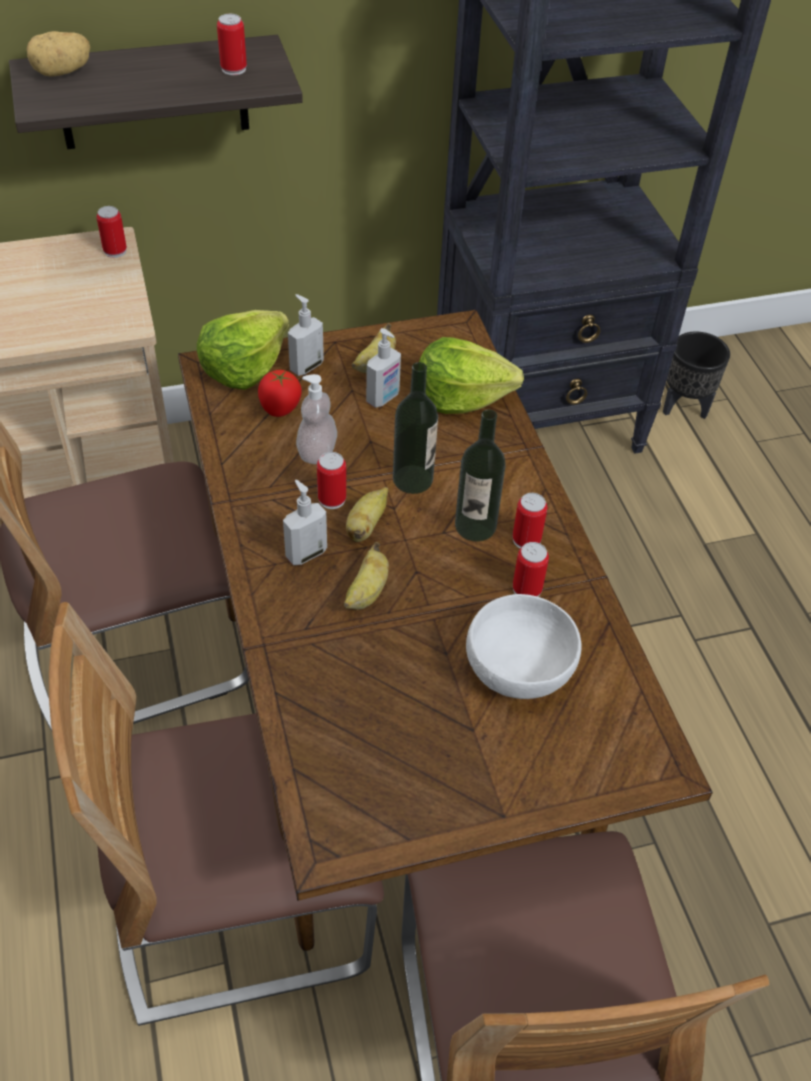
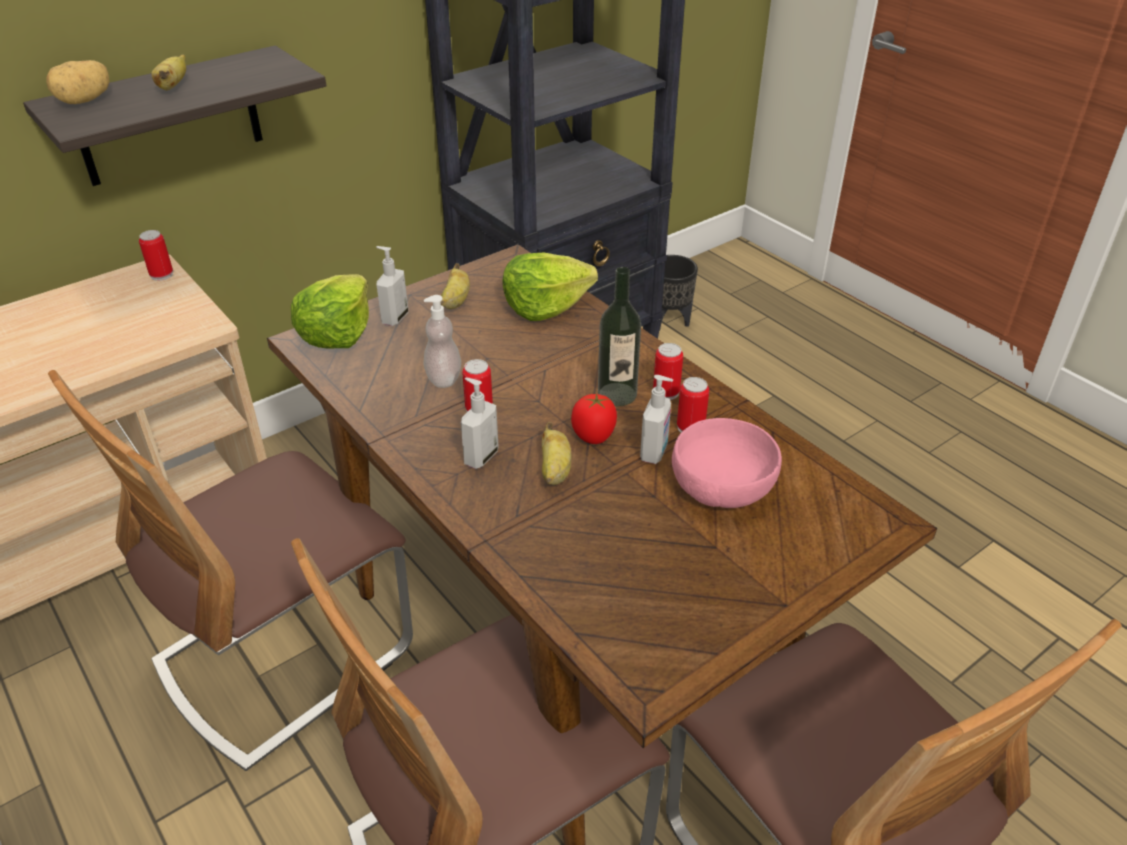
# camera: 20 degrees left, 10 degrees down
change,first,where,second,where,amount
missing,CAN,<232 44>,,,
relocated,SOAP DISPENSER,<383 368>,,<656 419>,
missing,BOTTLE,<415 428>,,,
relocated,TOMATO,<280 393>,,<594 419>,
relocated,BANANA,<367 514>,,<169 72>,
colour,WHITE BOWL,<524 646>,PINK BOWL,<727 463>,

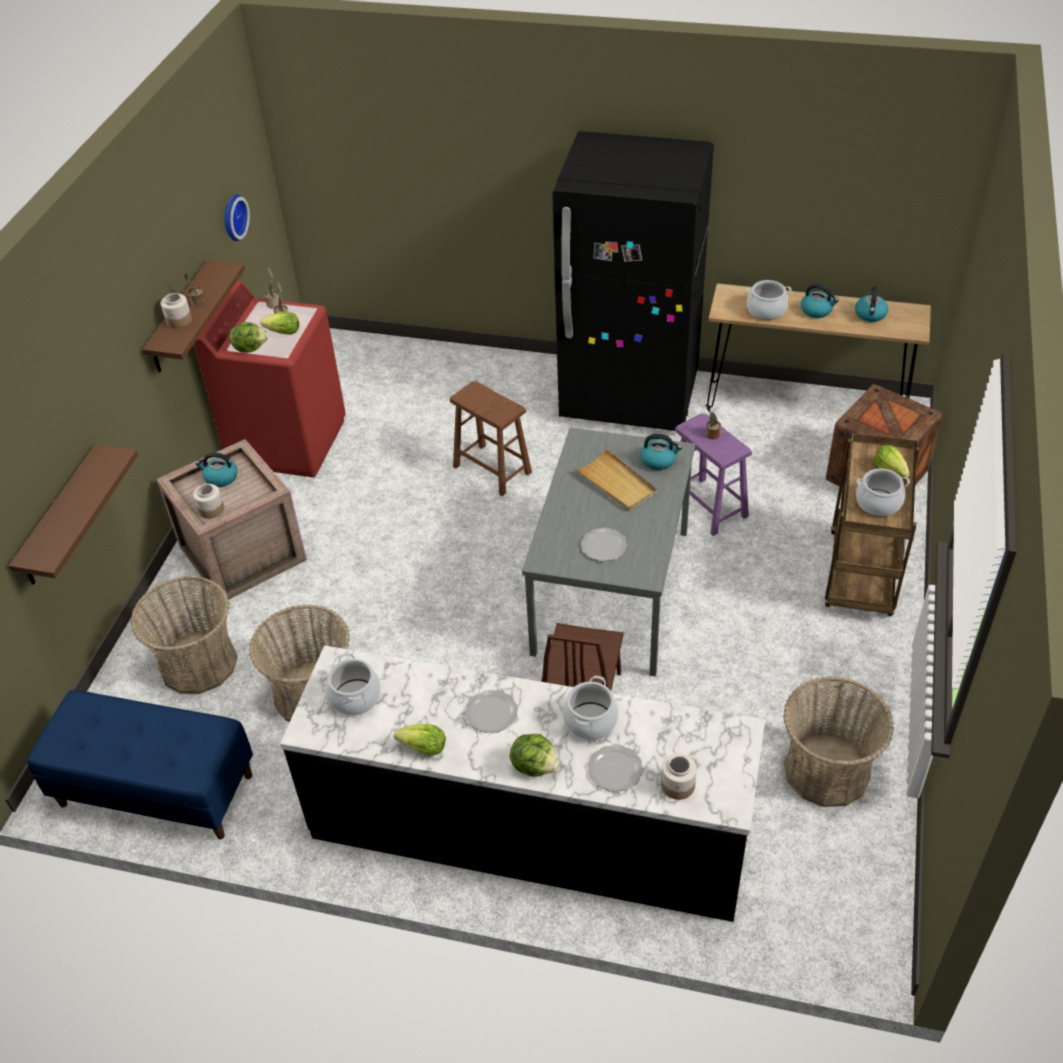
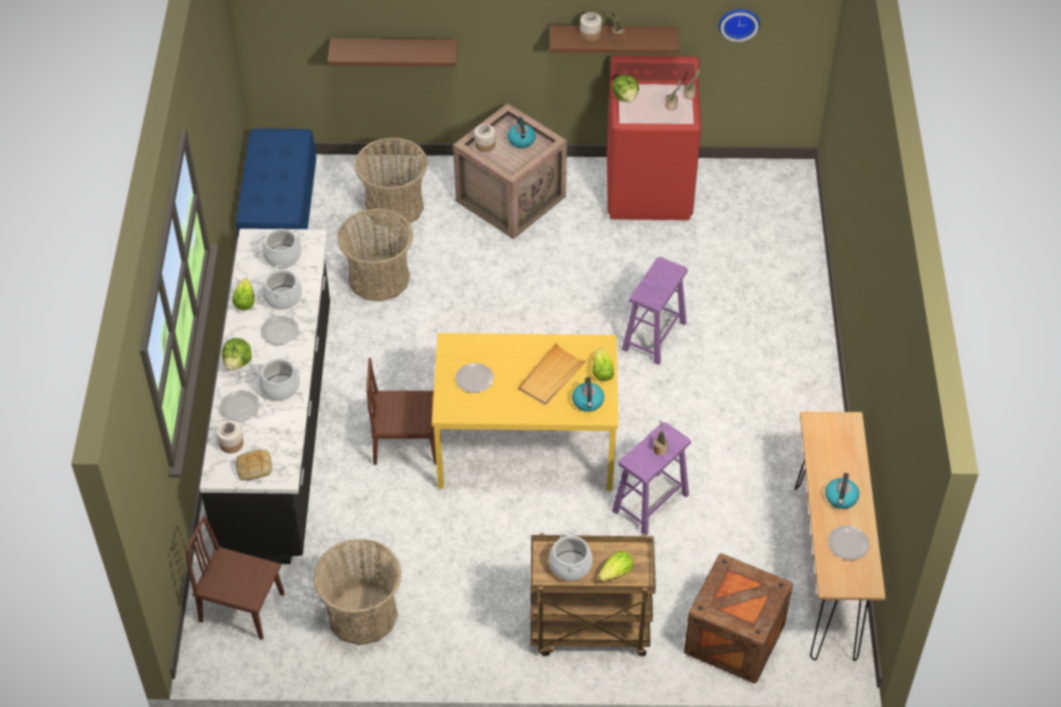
# camera: 75 degrees right, 5 degrees up
change,first,where,second,where,amount
missing,BLACK FRIDGE,<633 281>,,,
relocated,COOKING POT,<769 300>,,<282 287>,
exchanged,KETTLE,<871 304>,PLATE,<849 543>,
relocated,LETTUCE,<279 323>,,<603 364>,
colour,BROWN STOOL,<491 438>,PURPLE STOOL,<655 311>,
colour,GREY DINING TABLE,<608 552>,YELLOW DINING TABLE,<525 412>,
appeared,,,BREAD,<254 464>,
appeared,,,BROWN CHAIR,<234 577>,

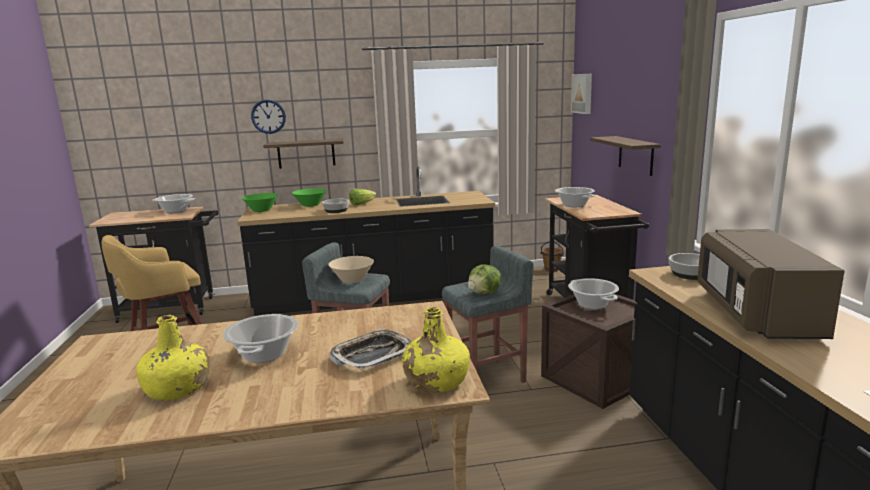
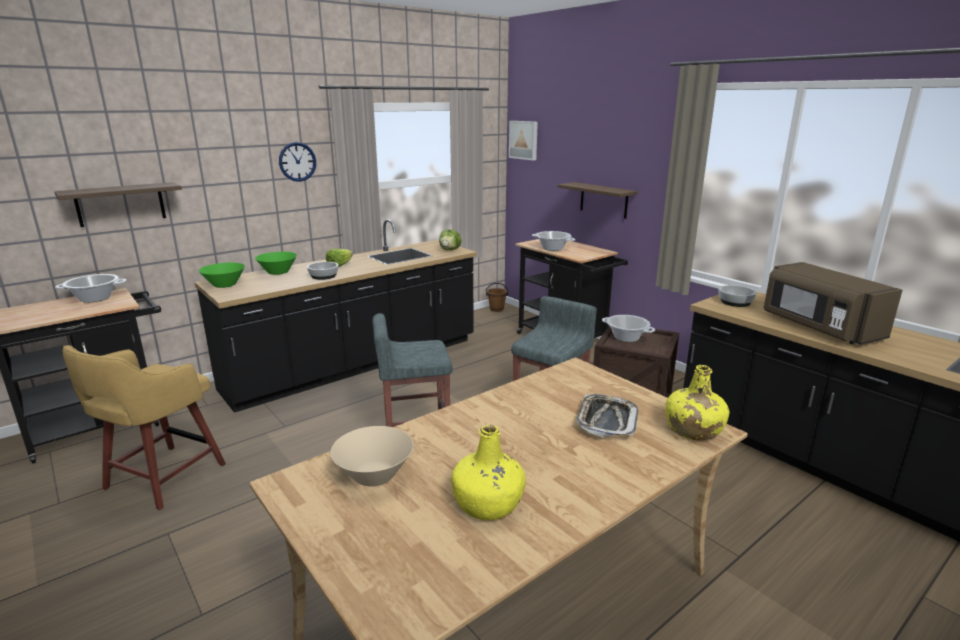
# camera: 30 degrees left, 5 degrees up
change,first,where,second,where,amount
relocated,WALL CLOCK,<268 117>,,<297 162>,
relocated,SHELF,<303 154>,,<118 204>,
relocated,BEIGE BOWL,<351 269>,,<371 456>,
relocated,LETTUCE,<485 279>,,<450 239>,
missing,COOKING POT,<260 338>,,,

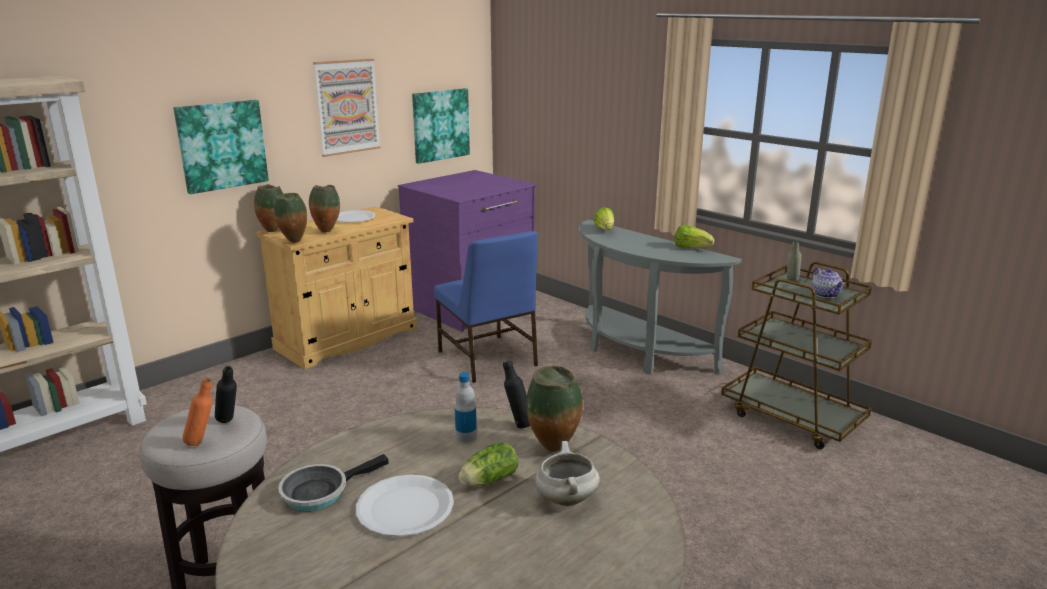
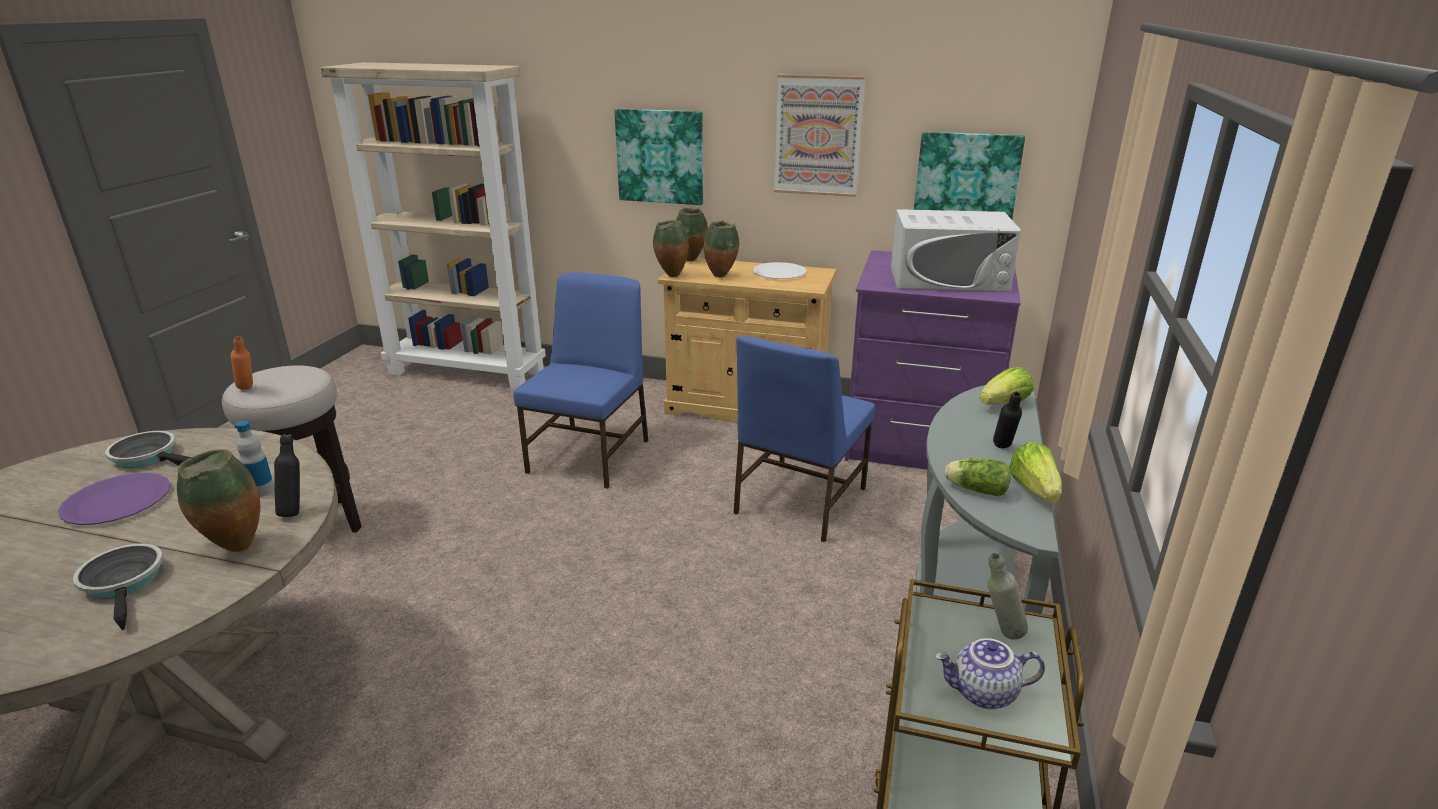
# camera: 60 degrees right, 5 degrees up
change,first,where,second,where,amount
spun,TEAPOT,<828 282>,,<990 673>,45 degrees clockwise
relocated,BLACK BOTTLE,<226 394>,,<1007 420>,
exchanged,WHITE COOKING POT,<567 473>,FRYING PAN,<118 586>,
relocated,LETTUCE,<488 464>,,<977 477>,
colour,WHITE PLATE,<405 506>,PURPLE PLATE,<114 499>,
appeared,,,WHITE MICROWAVE,<956 250>,
appeared,,,BLUE CHAIR,<580 380>,

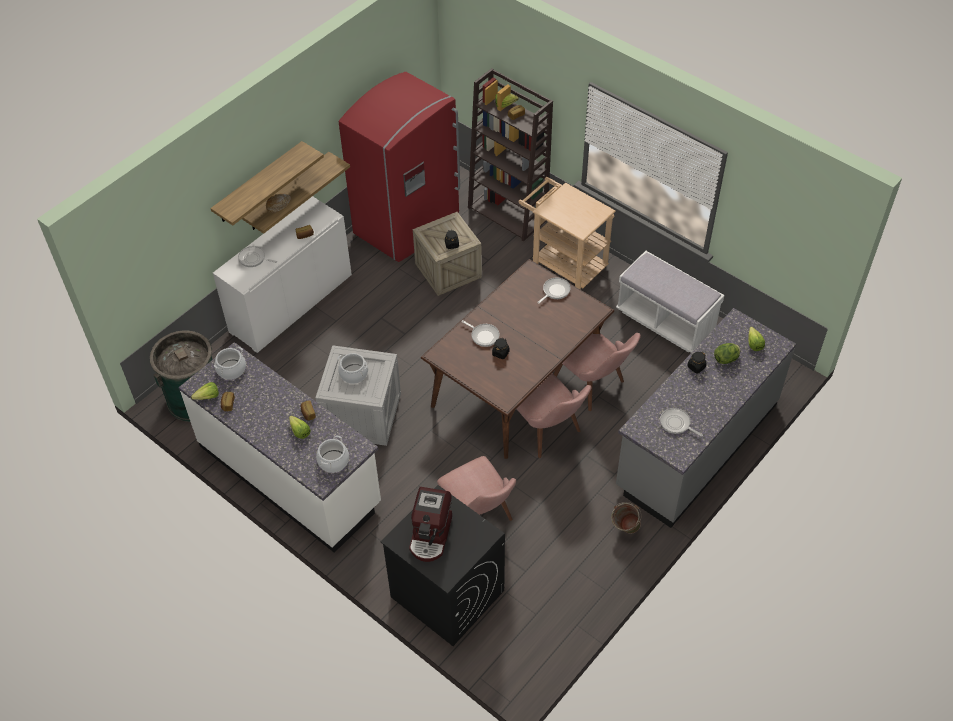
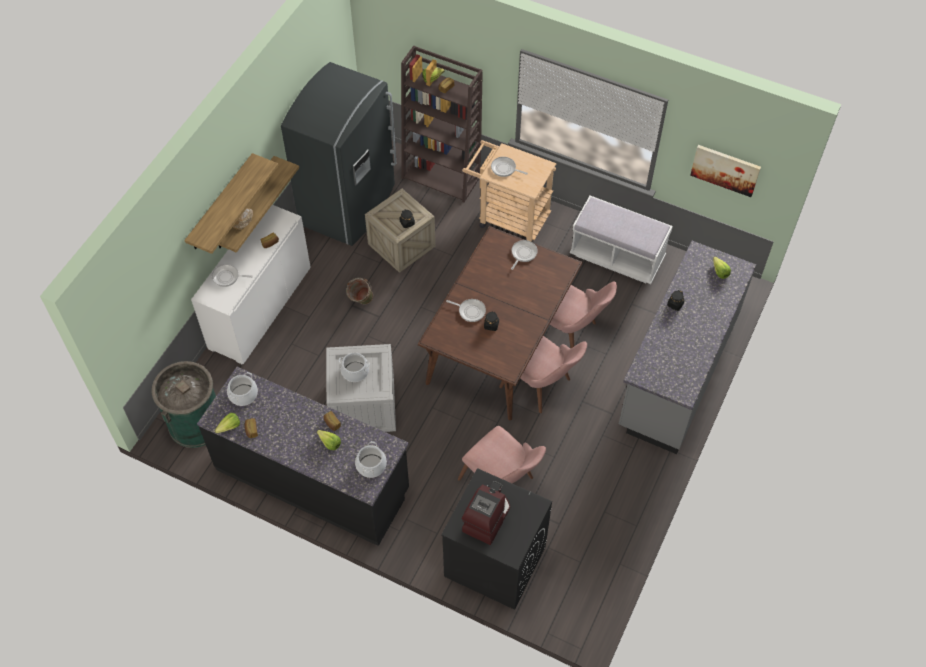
# camera: 15 degrees left, 5 degrees up
change,first,where,second,where,amount
colour,RED FRIDGE,<399 167>,GREY FRIDGE,<338 154>,
colour,WHITE COUNTER,<280 447>,BLACK COUNTER,<303 456>,
missing,LETTUCE,<727 353>,,,
relocated,FRYING PAN,<681 422>,,<509 167>,
spun,COFFEE MACHINE,<430 524>,,<486 513>,150 degrees counterclockwise
relocated,GREEN BUCKET,<626 518>,,<359 291>,
appeared,,,PICTURE,<725 171>,

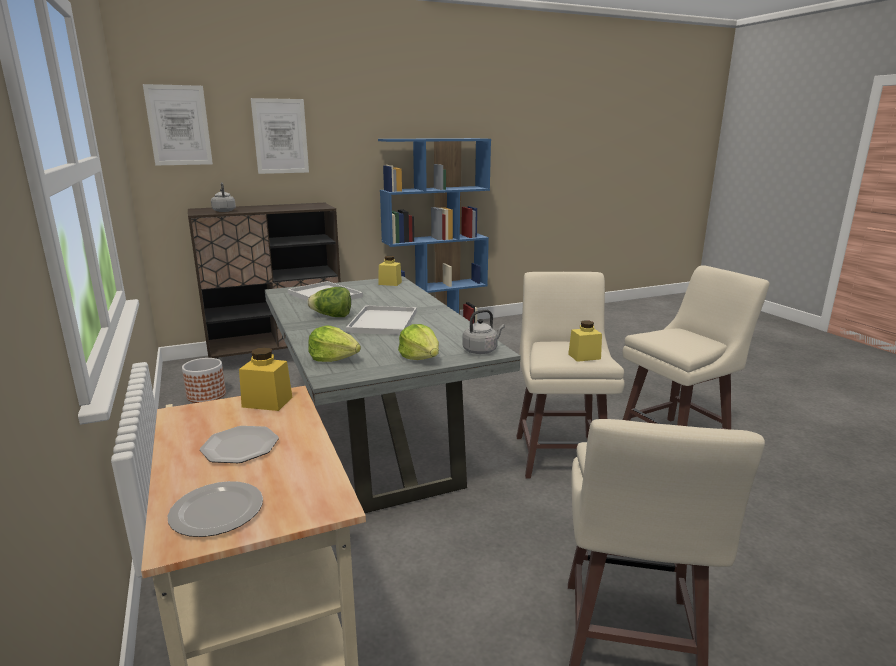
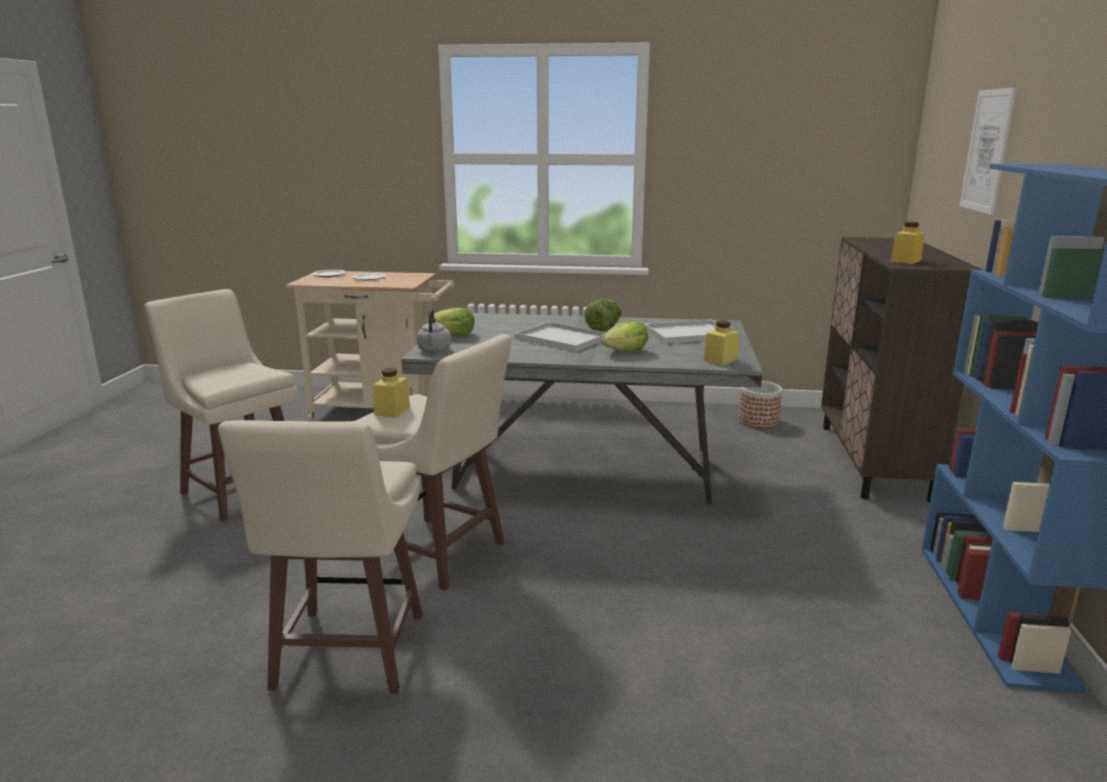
# camera: 120 degrees right, 0 degrees up
change,first,where,second,where,amount
missing,PICTURE,<178 125>,,,
missing,GREY KETTLE,<223 197>,,,
relocated,LETTUCE,<334 343>,,<625 336>,
relocated,YELLOW JAR,<265 379>,,<908 243>,

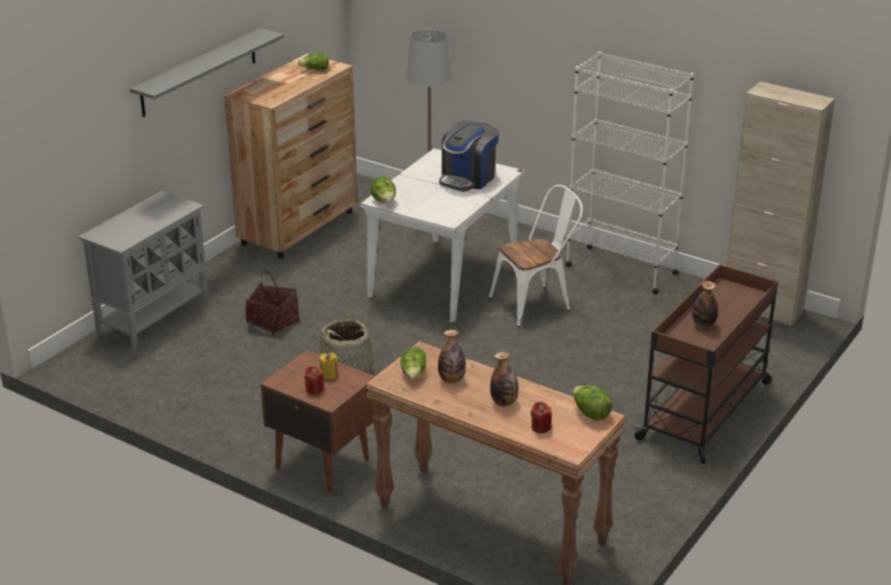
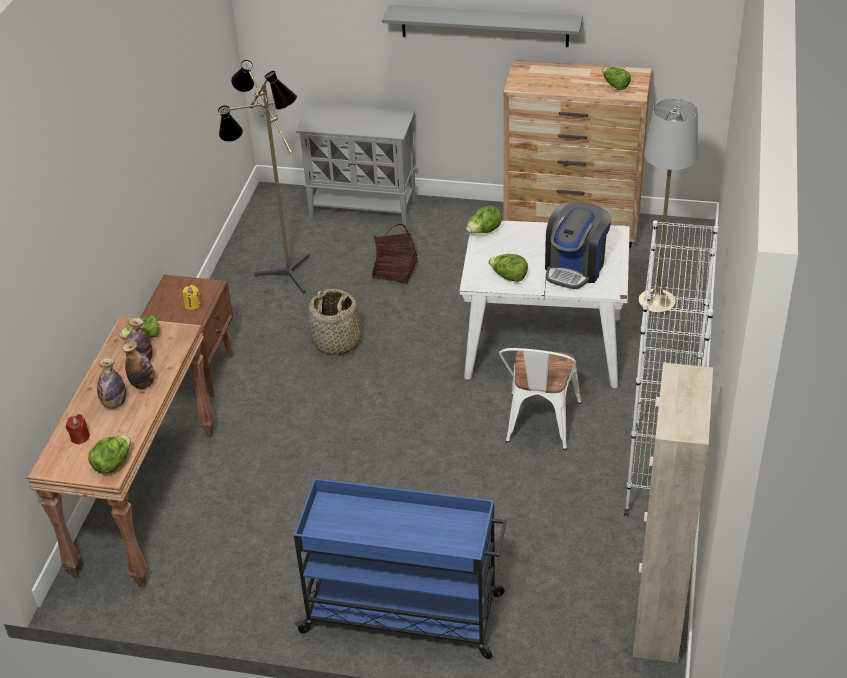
# camera: 70 degrees right, 10 degrees up
change,first,where,second,where,amount
spun,COFFEE MACHINE,<469 156>,,<578 245>,75 degrees counterclockwise
spun,WHITE CHAIR,<536 256>,,<540 399>,60 degrees clockwise
colour,BROWN CART,<705 364>,BLUE CART,<400 568>,
relocated,BOTTLE,<705 304>,,<139 365>,
missing,RED CANDLE,<314 380>,,,
appeared,,,FLOOR LAMP,<264 177>,
appeared,,,LETTUCE,<508 268>,

